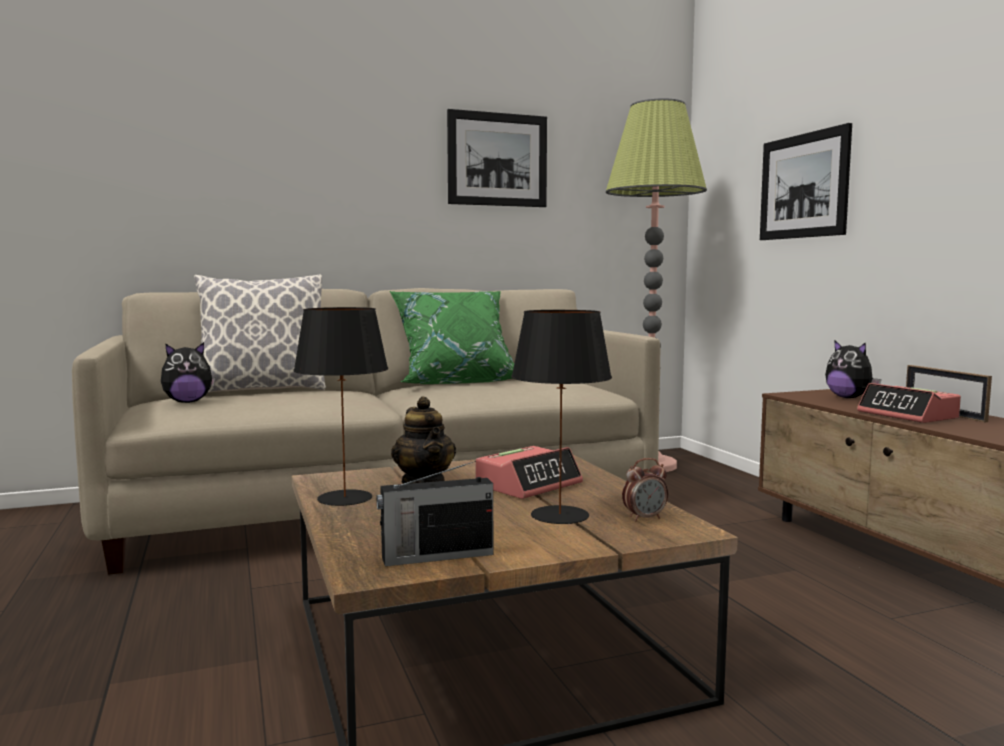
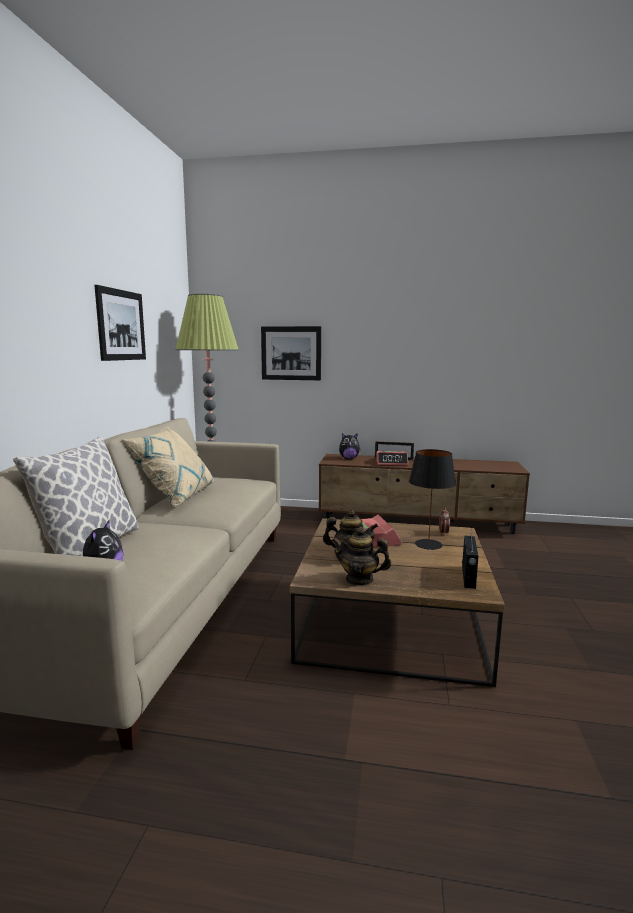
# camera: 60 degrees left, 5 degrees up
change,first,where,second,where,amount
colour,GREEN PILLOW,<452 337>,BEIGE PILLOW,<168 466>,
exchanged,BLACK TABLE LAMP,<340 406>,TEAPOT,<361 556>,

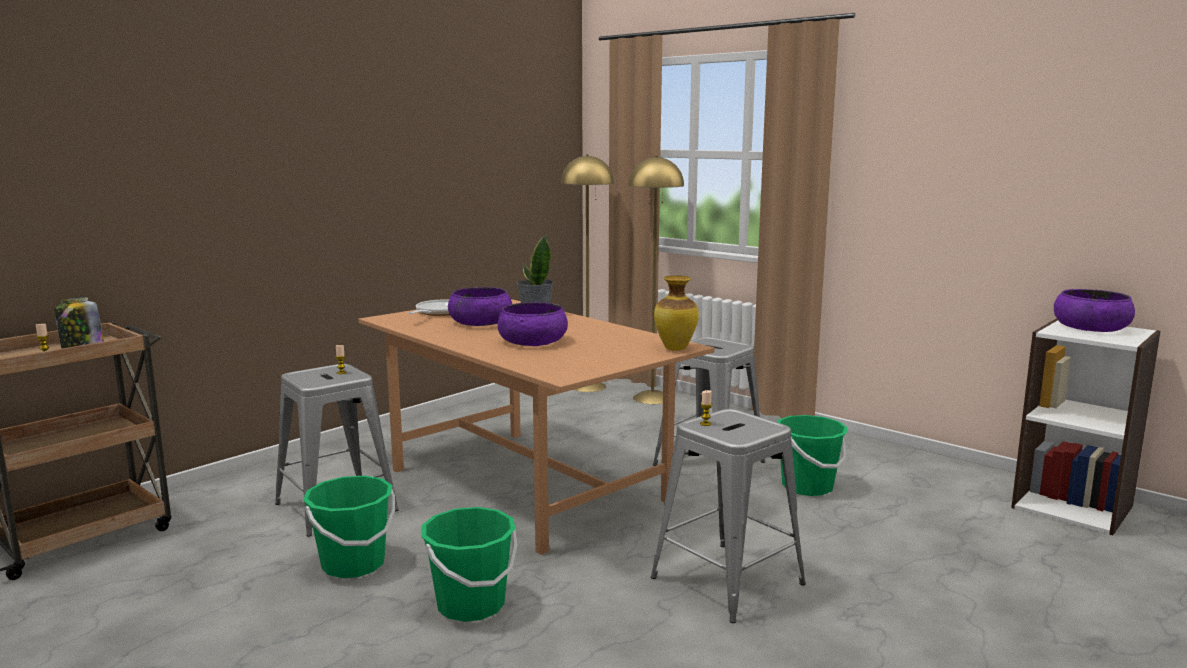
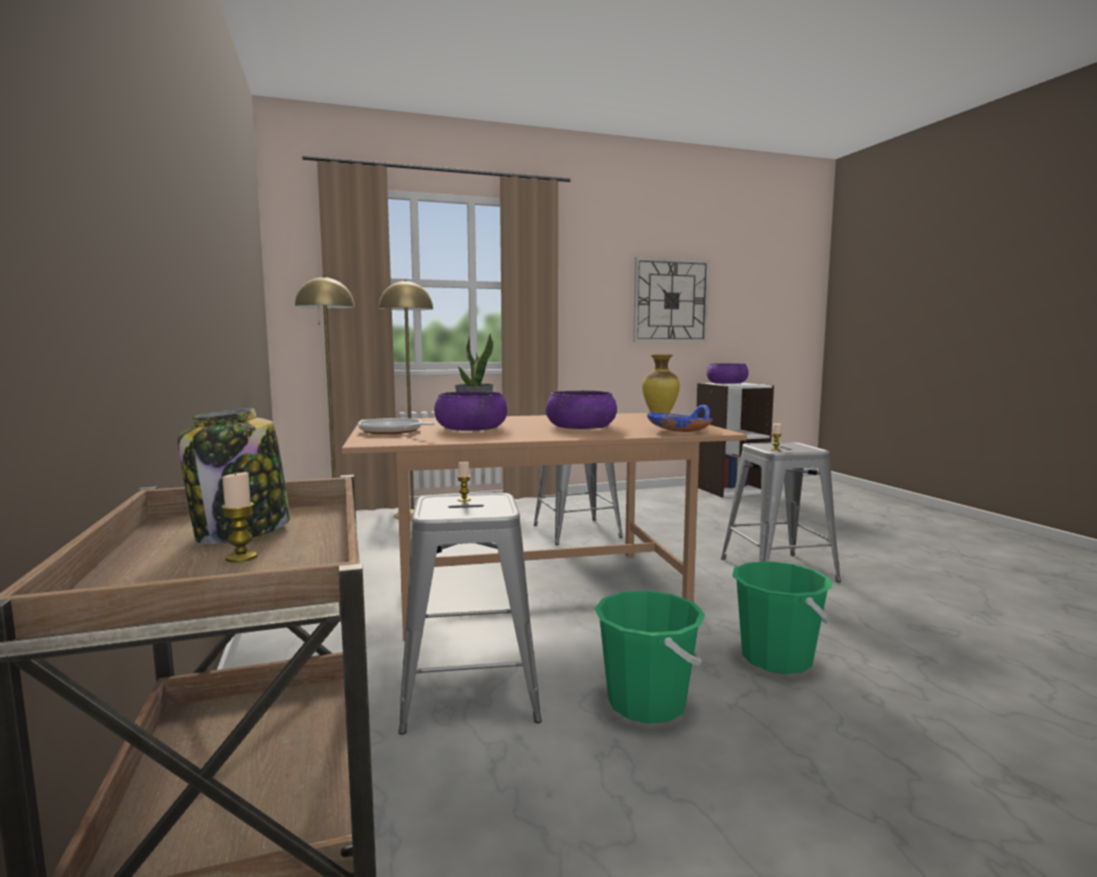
# camera: 60 degrees left, 5 degrees down
change,first,where,second,where,amount
missing,GREEN BUCKET,<812 455>,,,
appeared,,,WALL CLOCK,<671 299>,
appeared,,,BLUE BOWL,<680 418>,

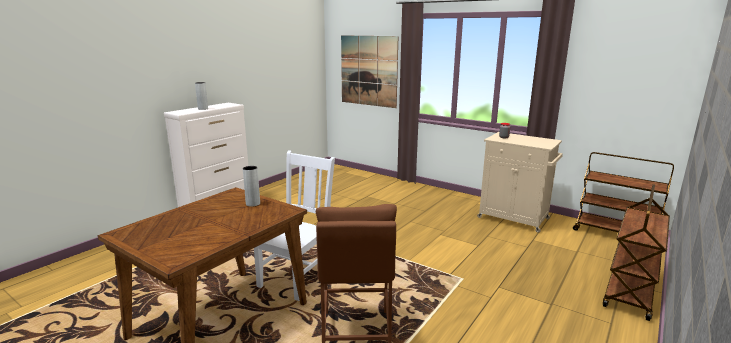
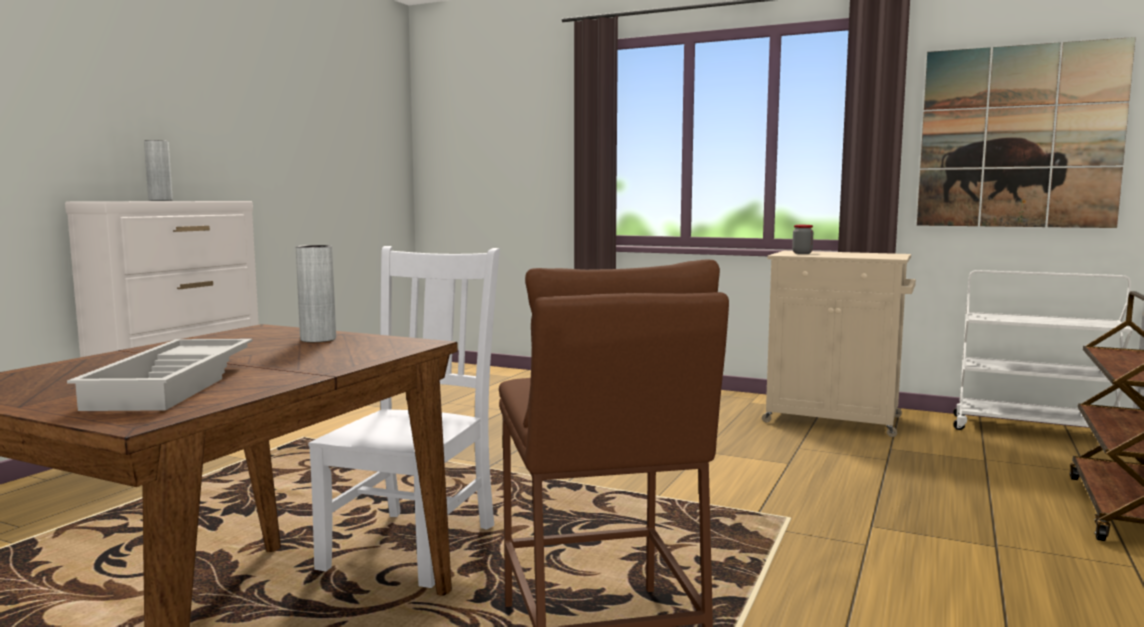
# camera: 10 degrees left, 10 degrees down
change,first,where,second,where,amount
relocated,PICTURE,<369 71>,,<1026 132>,
colour,BROWN CART,<623 192>,WHITE CART,<1043 350>,
appeared,,,WHITE TRAY,<160 375>,

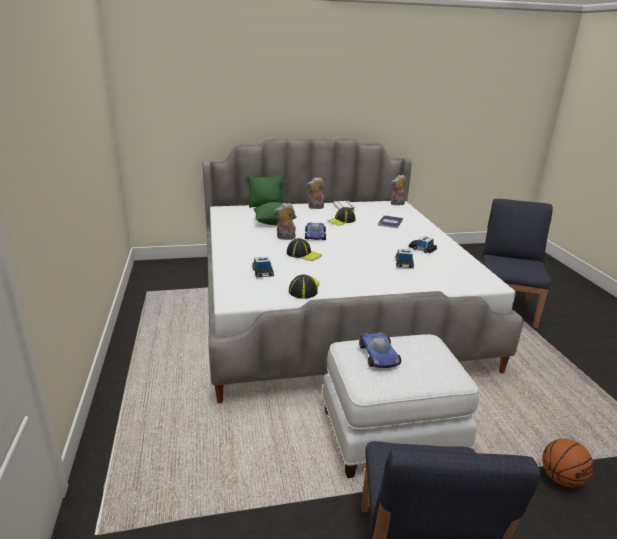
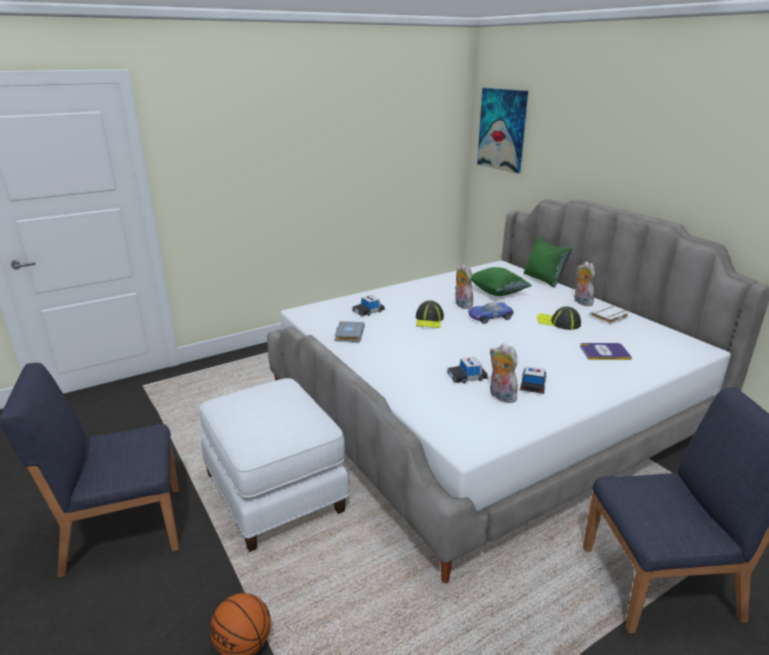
# camera: 70 degrees right, 0 degrees up
change,first,where,second,where,amount
relocated,PLUSH TOY,<398 190>,,<504 373>,
exchanged,CAP,<304 287>,GREY BOOK,<349 331>,
missing,TOY CAR,<380 350>,,,
appeared,,,PICTURE,<502 130>,

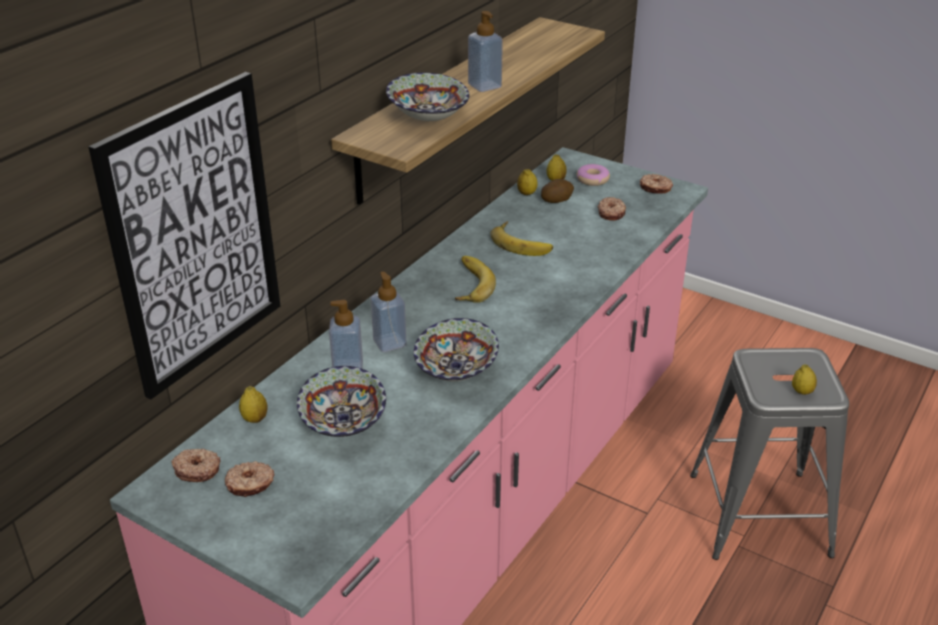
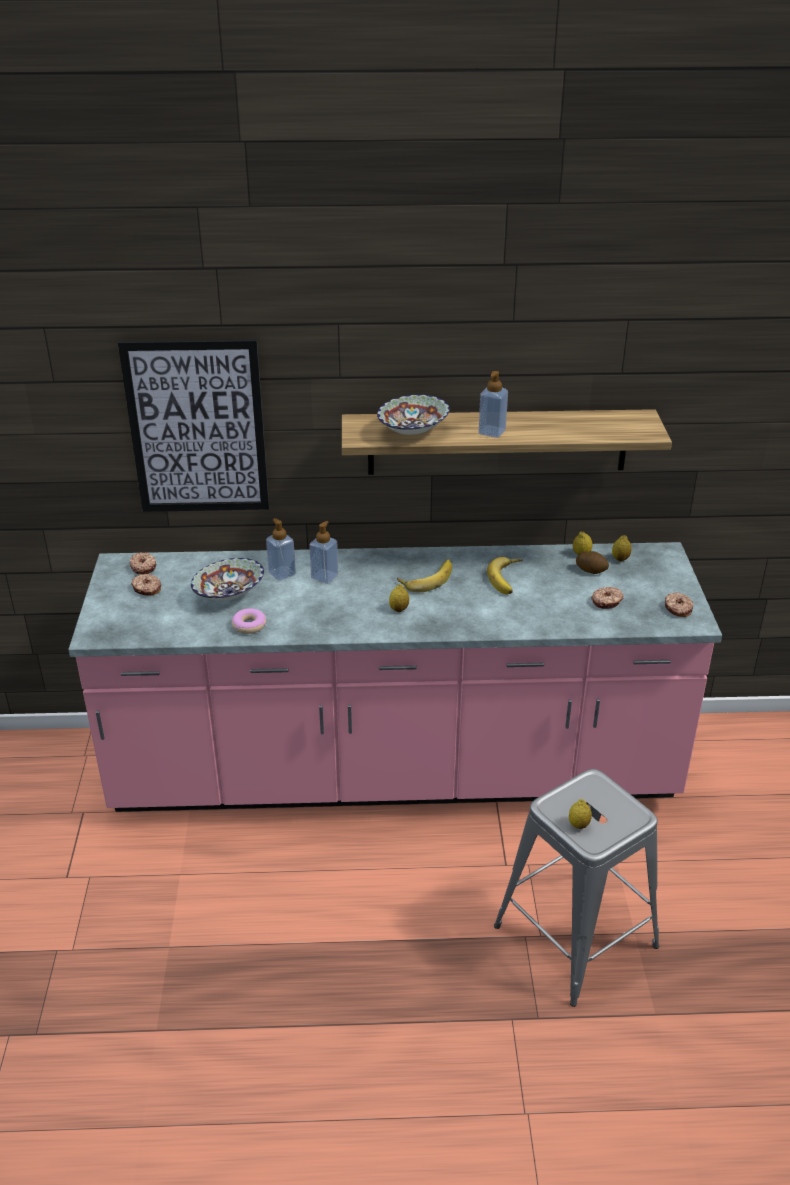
# camera: 55 degrees right, 0 degrees up
change,first,where,second,where,amount
relocated,DONUT,<593 175>,,<249 621>,
missing,BOWL,<456 349>,,,
relocated,LEMON,<253 404>,,<399 598>,

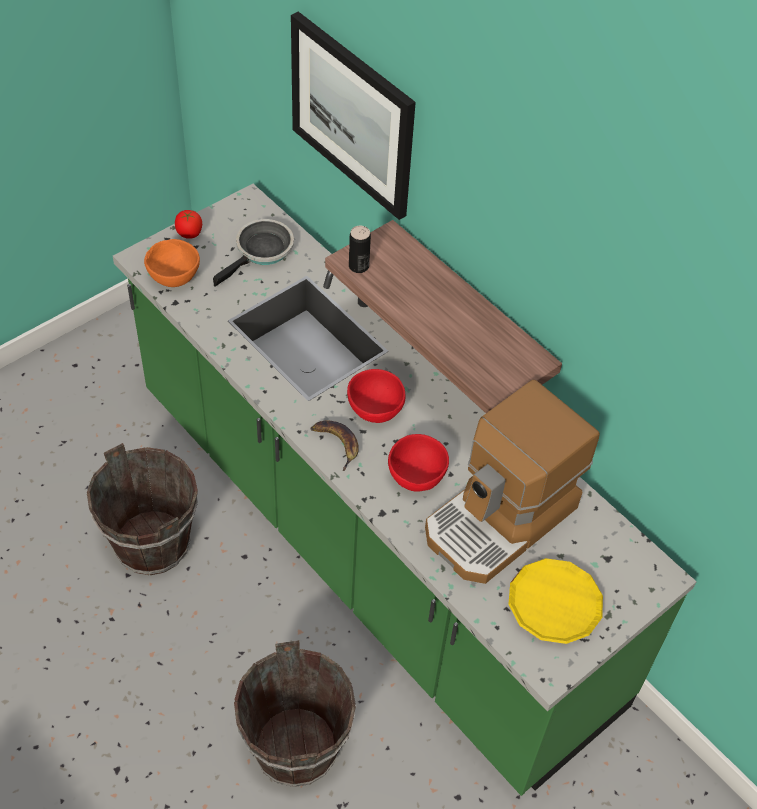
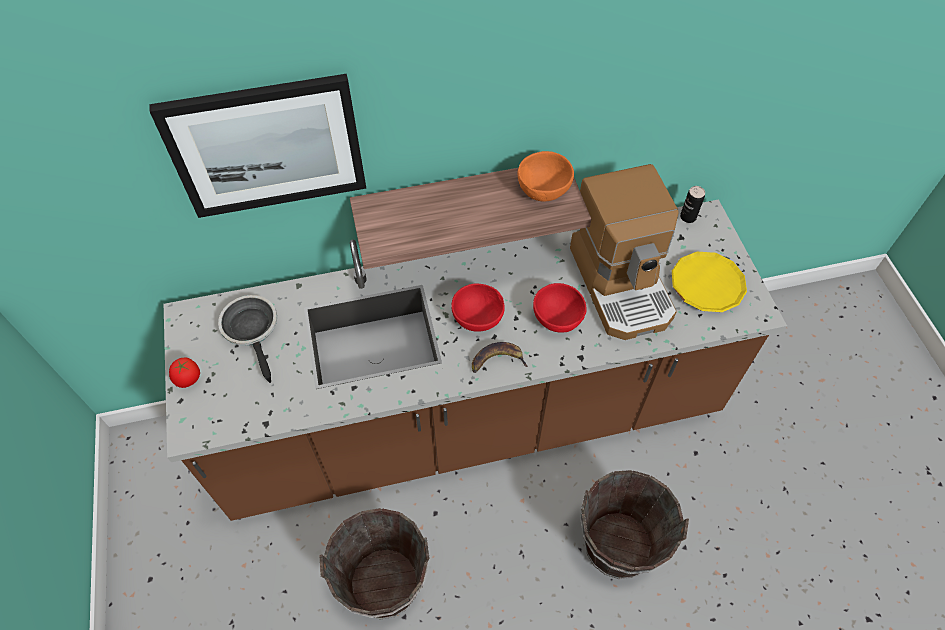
# camera: 60 degrees left, 5 degrees up
change,first,where,second,where,amount
colour,GREEN COUNTER,<405 490>,BROWN COUNTER,<475 360>,
relocated,CAN,<360 249>,,<692 204>,
relocated,ORANGE BOWL,<172 263>,,<546 176>,

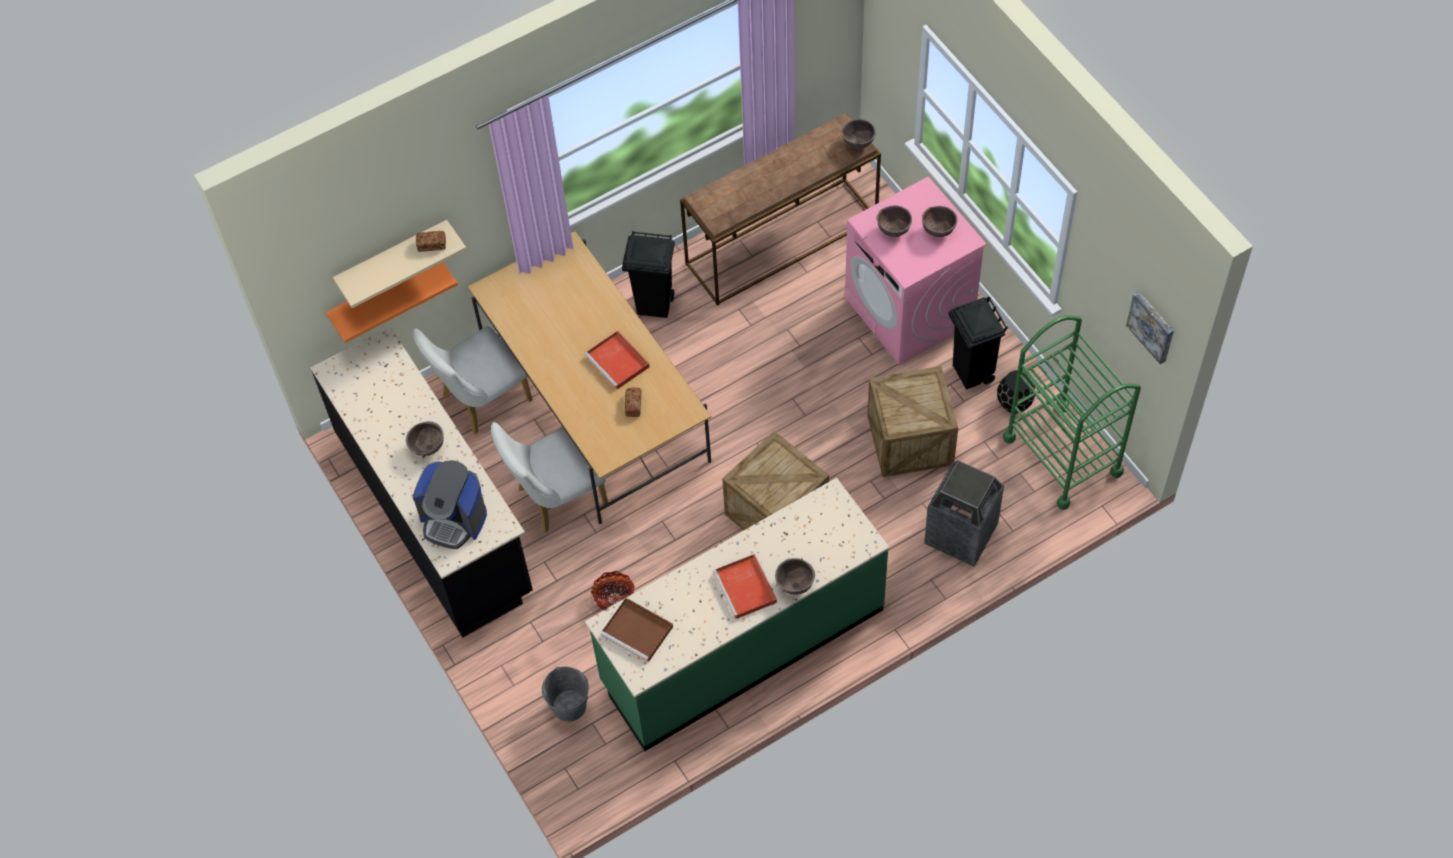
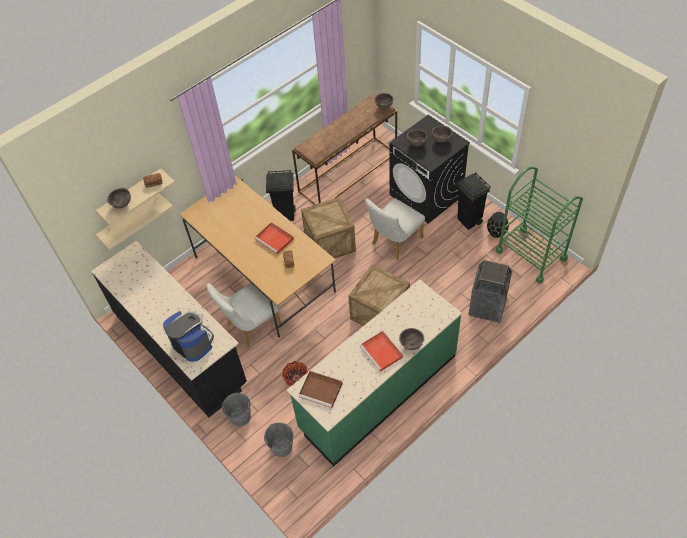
# camera: 10 degrees left, 5 degrees down
change,first,where,second,where,amount
colour,PINK WASHING MACHINE,<916 270>,BLACK WASHING MACHINE,<429 169>,
colour,ORANGE SHELF,<392 302>,BEIGE SHELF,<134 221>,
missing,PICTURE,<1150 328>,,,
relocated,WHITE CHAIR,<472 380>,,<395 229>,
relocated,CRATE,<913 421>,,<328 227>,
relocated,BROWN BOWL,<425 438>,,<119 198>,
spun,COFFEE MACHINE,<450 504>,,<188 336>,150 degrees counterclockwise
appeared,,,GREY BUCKET,<236 409>,

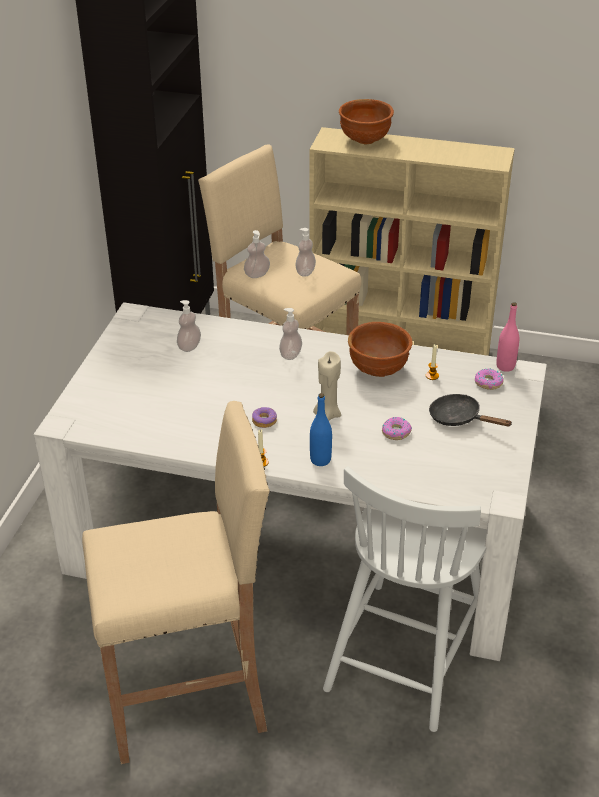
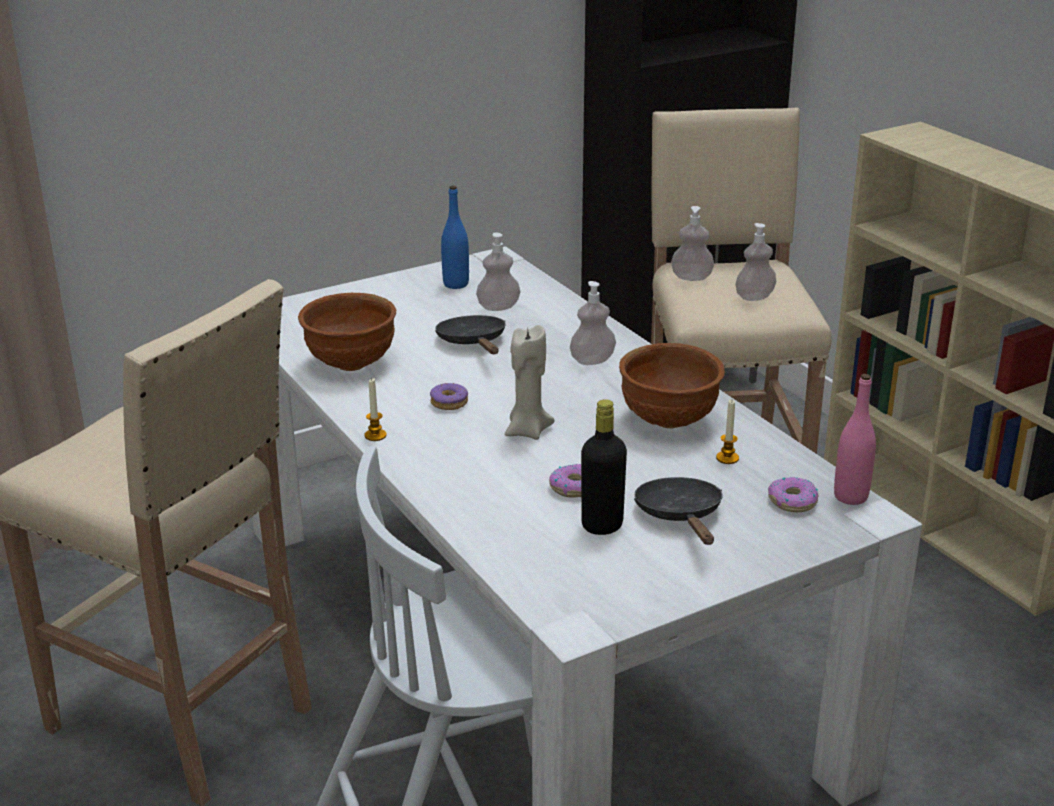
# camera: 45 degrees right, 10 degrees down
change,first,where,second,where,amount
relocated,BROWN BOWL,<366 121>,,<347 332>,
relocated,BLUE BOTTLE,<321 429>,,<455 237>,
appeared,,,BLACK FRYING PAN,<470 334>,
appeared,,,BLACK BOTTLE,<604 467>,

